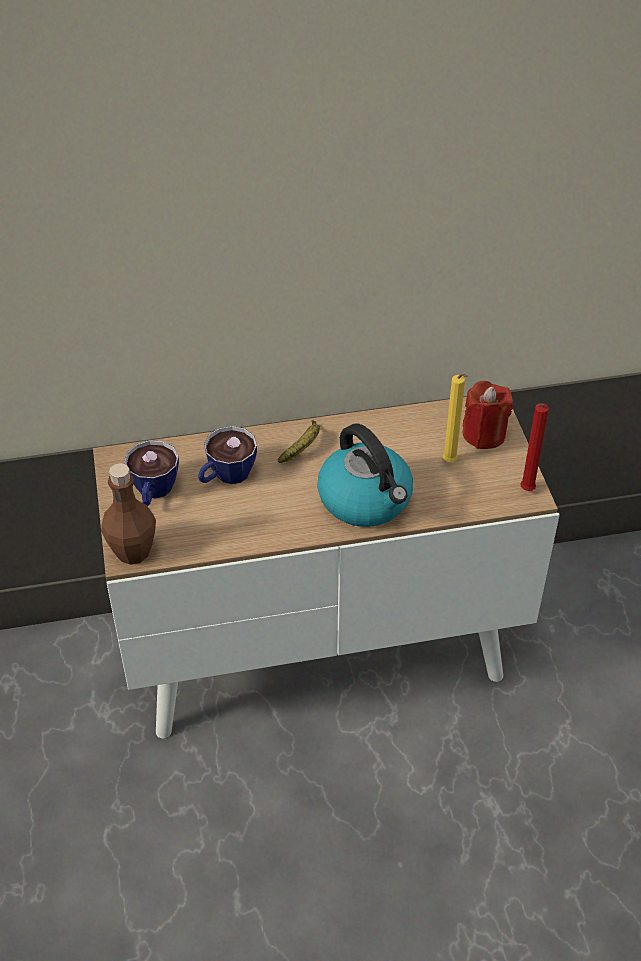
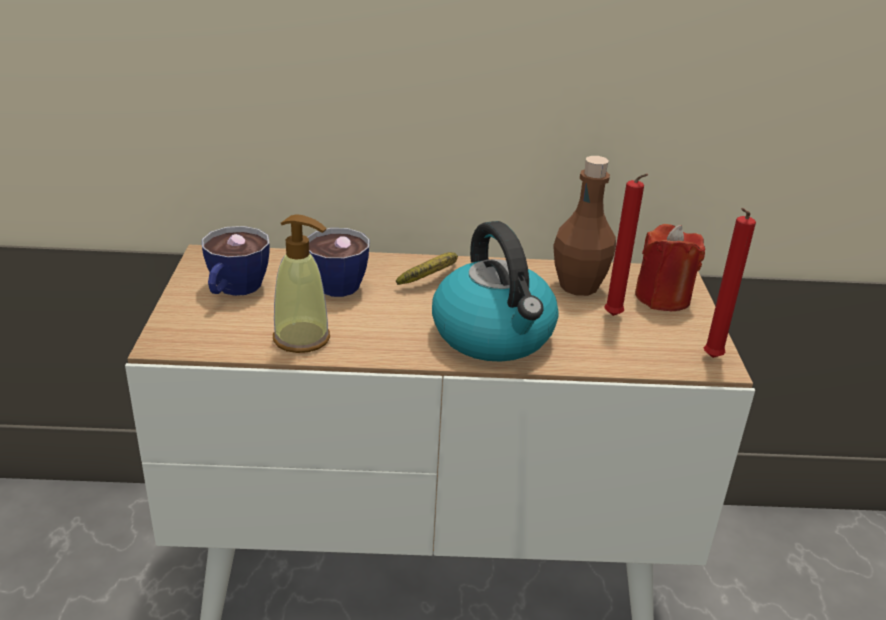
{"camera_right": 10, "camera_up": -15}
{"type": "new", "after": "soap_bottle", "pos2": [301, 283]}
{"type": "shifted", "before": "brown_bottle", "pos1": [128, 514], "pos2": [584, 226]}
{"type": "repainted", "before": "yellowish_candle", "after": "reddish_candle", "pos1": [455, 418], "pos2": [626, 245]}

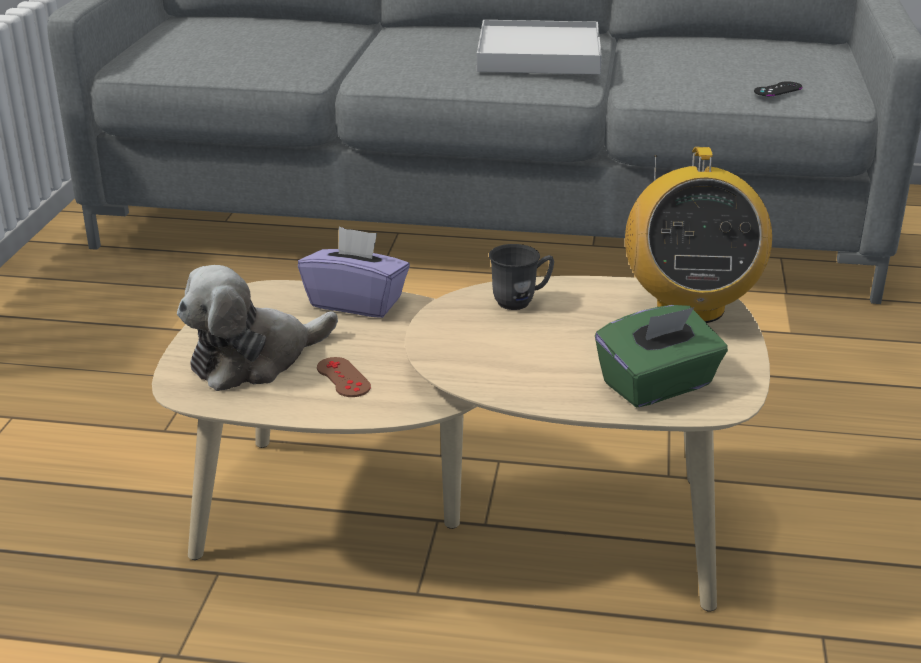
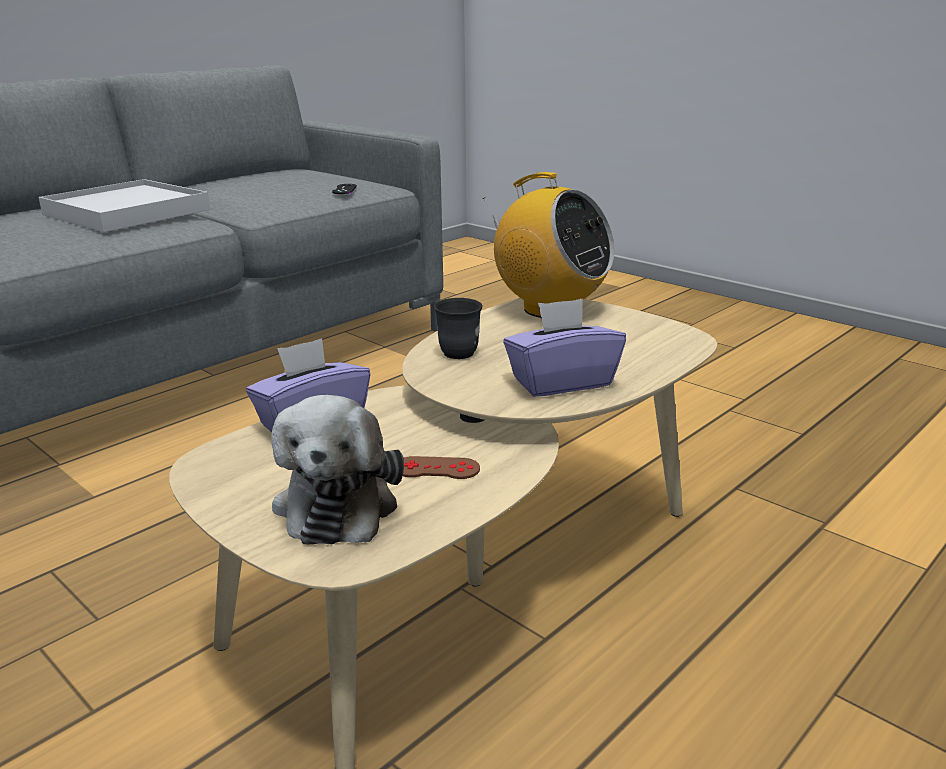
{"camera_right": -55, "camera_up": -5}
{"type": "gone", "before": "greenish_tissue_holder", "pos1": [661, 356]}
{"type": "new", "after": "purplish_tissue_holder", "pos2": [564, 347]}

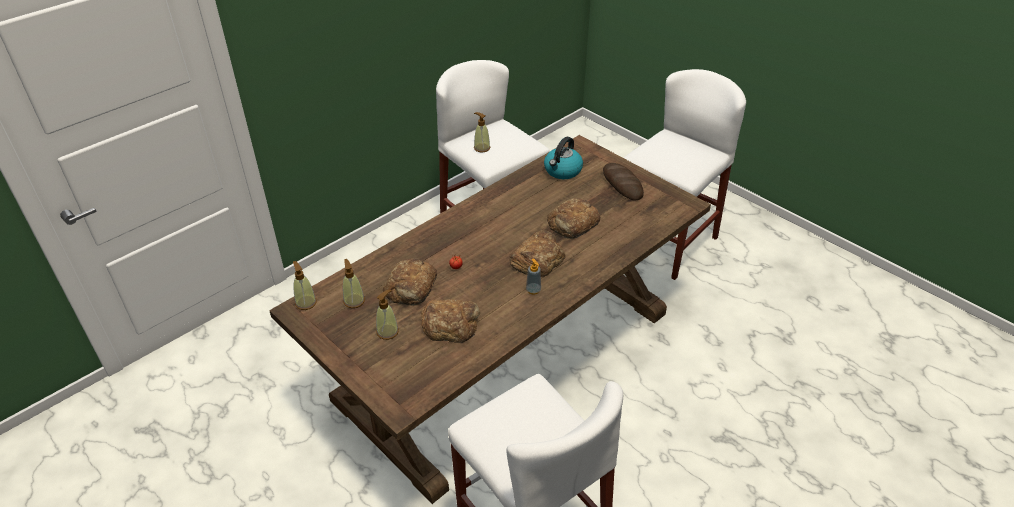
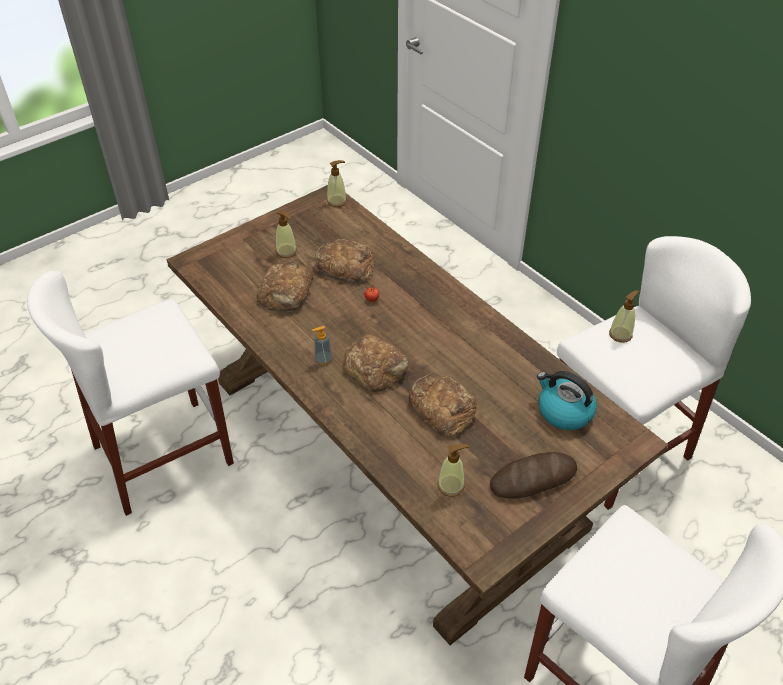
{"camera_right": 95, "camera_up": 5}
{"type": "shifted", "before": "soap_bottle", "pos1": [354, 283], "pos2": [453, 470]}

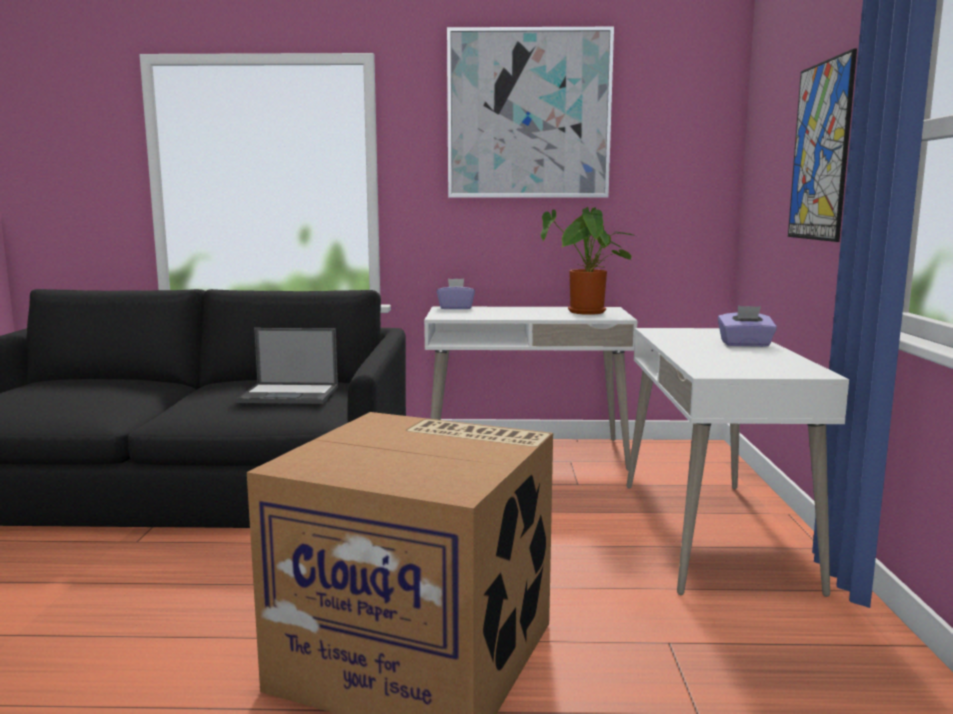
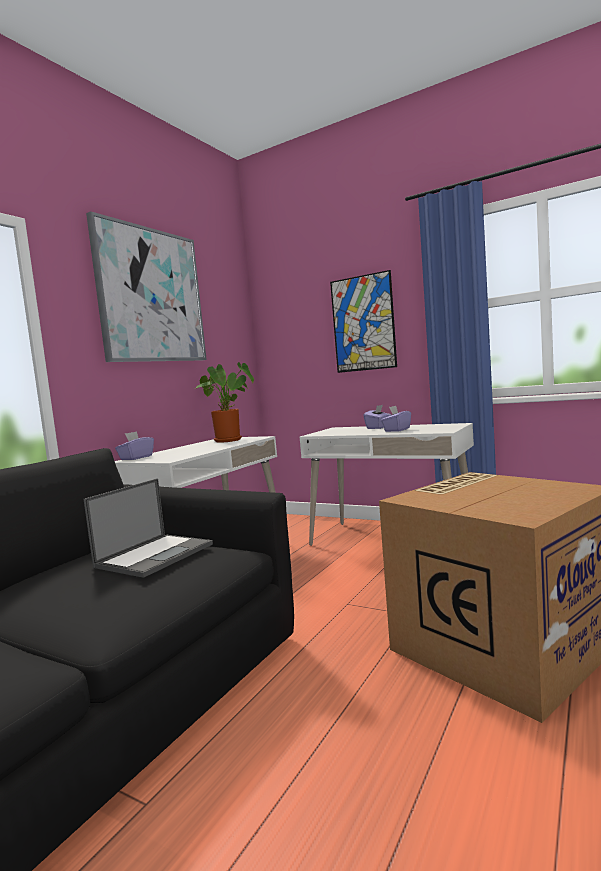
{"camera_right": -60, "camera_up": -5}
{"type": "new", "after": "purplish_tissue_holder", "pos2": [396, 419]}

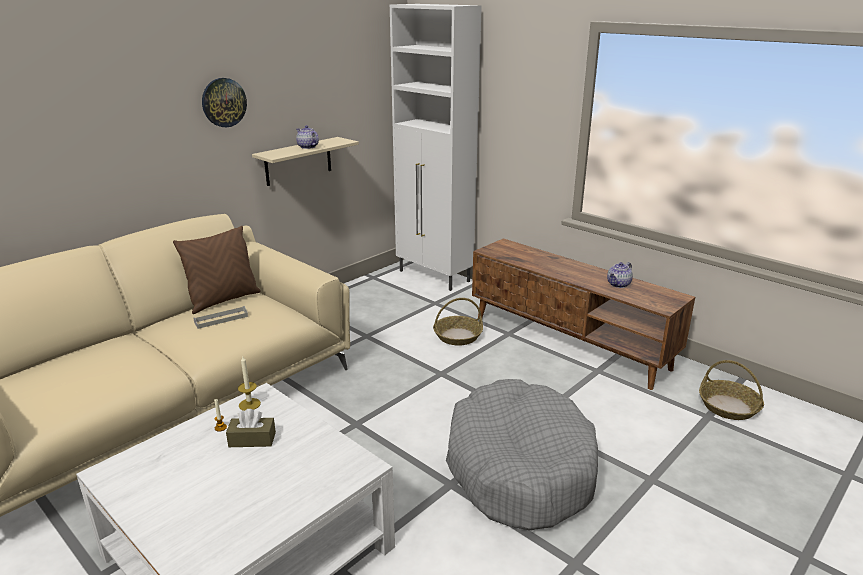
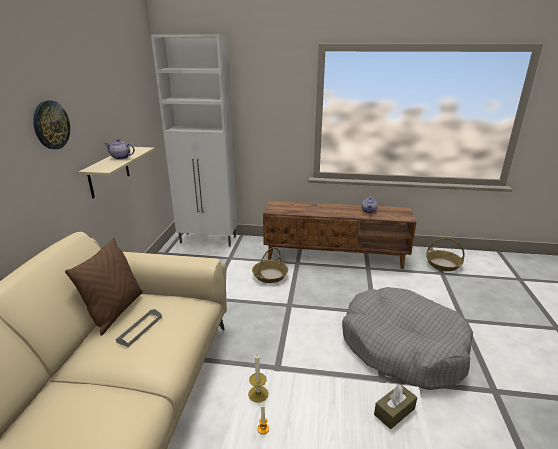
{"camera_right": -35, "camera_up": 0}
{"type": "shifted", "before": "brown_tissue_holder", "pos1": [251, 428], "pos2": [395, 406]}

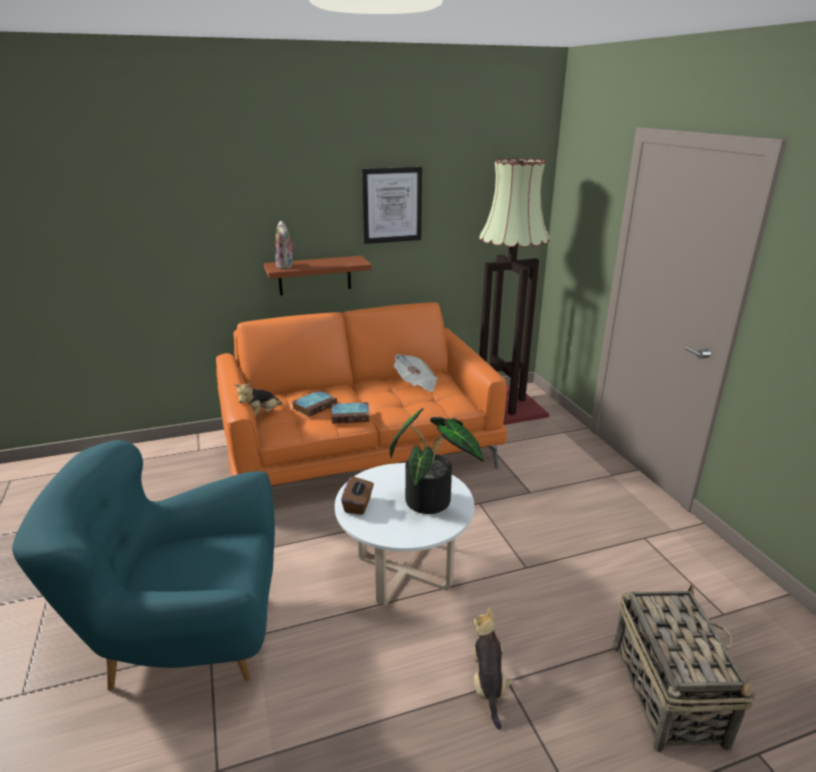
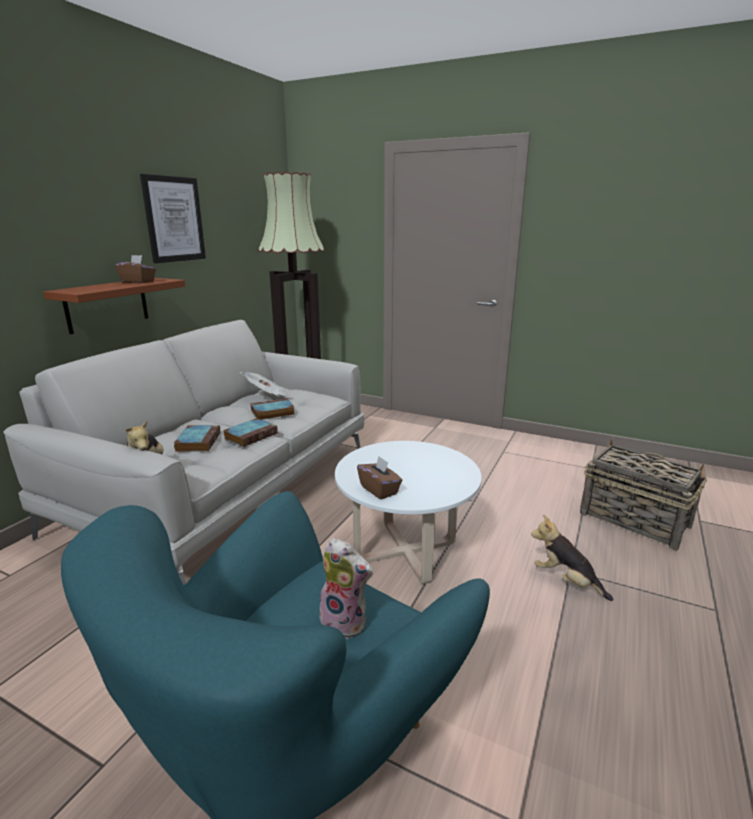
{"camera_right": -45, "camera_up": -5}
{"type": "gone", "before": "plant_in_a_pot", "pos1": [436, 461]}
{"type": "new", "after": "brown_tissue_holder", "pos2": [135, 269]}
{"type": "new", "after": "book", "pos2": [273, 409]}
{"type": "shifted", "before": "soft_toy", "pos1": [285, 245], "pos2": [346, 588]}
{"type": "repainted", "before": "orangey_couch", "after": "grey_couch", "pos1": [361, 394], "pos2": [183, 452]}

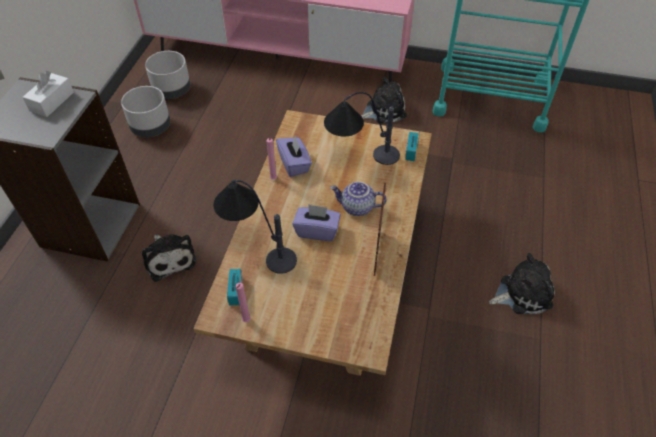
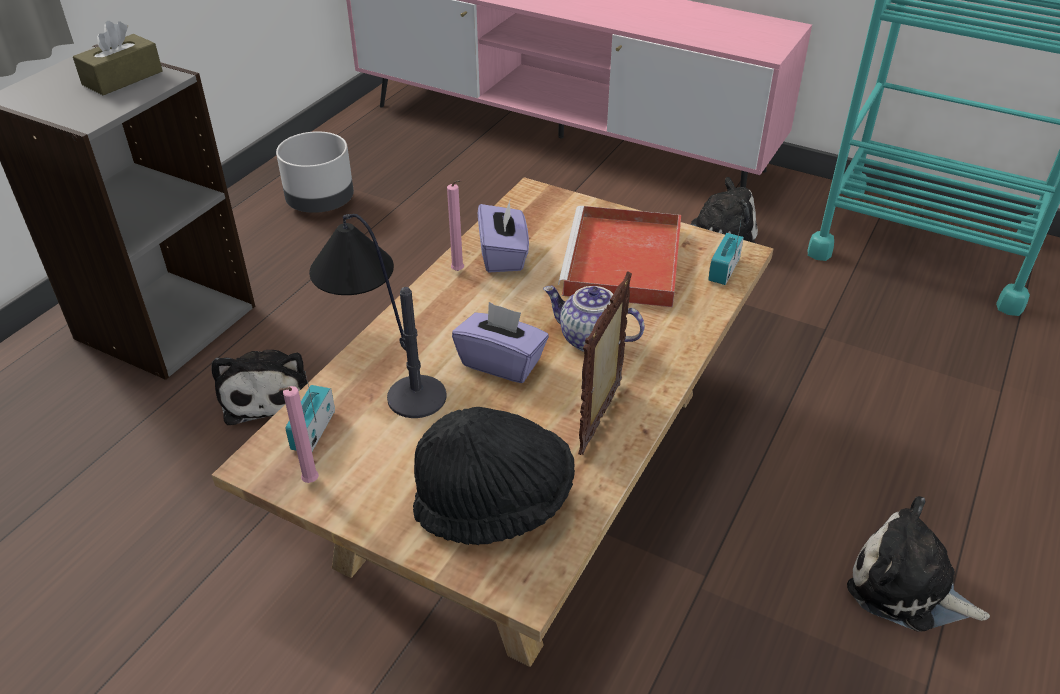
{"camera_right": 15, "camera_up": -10}
{"type": "gone", "before": "grey_flower_pot", "pos1": [168, 75]}
{"type": "new", "after": "black-coloured_wearable_hat", "pos2": [494, 476]}
{"type": "swapped", "before": "lamp_for_a_table", "after": "reddish_serving_tray", "pos1": [362, 128], "pos2": [619, 256]}
{"type": "repainted", "before": "white_tissue_holder", "after": "brown_tissue_holder", "pos1": [48, 94], "pos2": [118, 58]}
{"type": "rotated", "before": "soft_toy", "pos1": [522, 283], "pos2": [918, 564], "turn": -150}

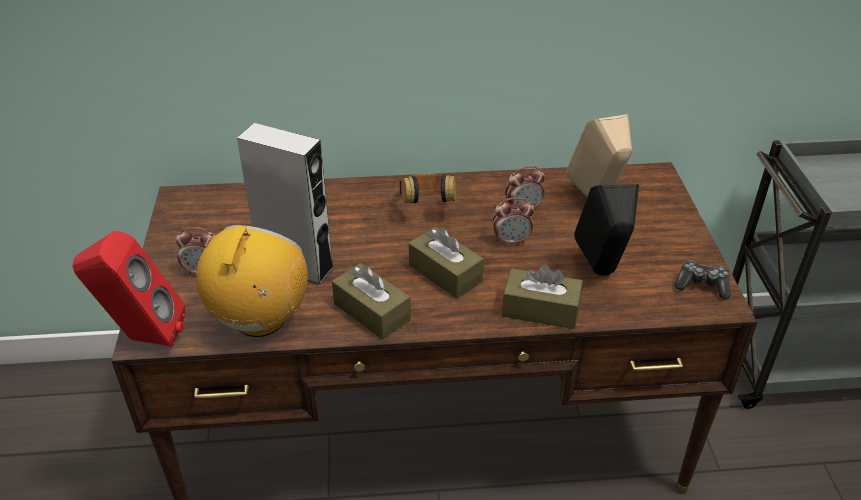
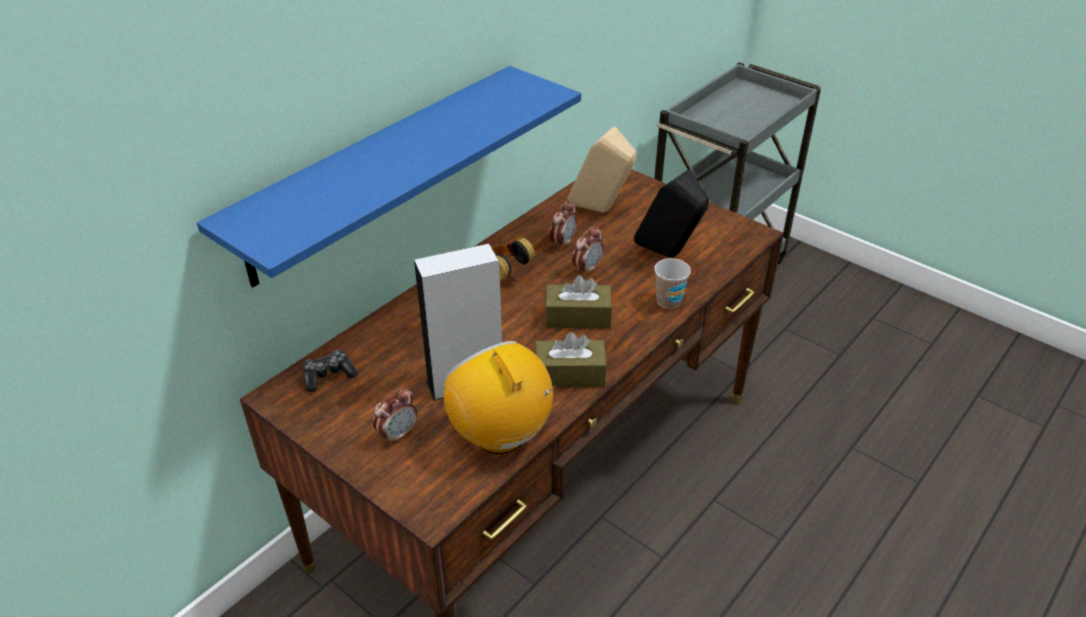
{"camera_right": -45, "camera_up": 0}
{"type": "gone", "before": "reddish_loudspeaker", "pos1": [128, 289]}
{"type": "new", "after": "blue_shelf", "pos2": [389, 176]}
{"type": "shifted", "before": "game_controller", "pos1": [702, 279], "pos2": [330, 371]}
{"type": "swapped", "before": "brown_tissue_holder", "after": "drinking_cup", "pos1": [542, 297], "pos2": [672, 283]}

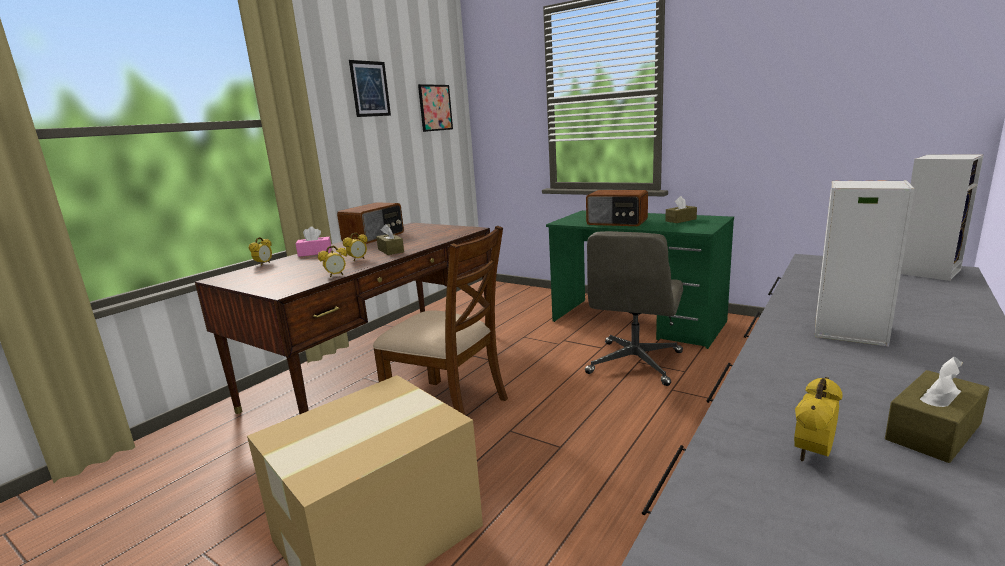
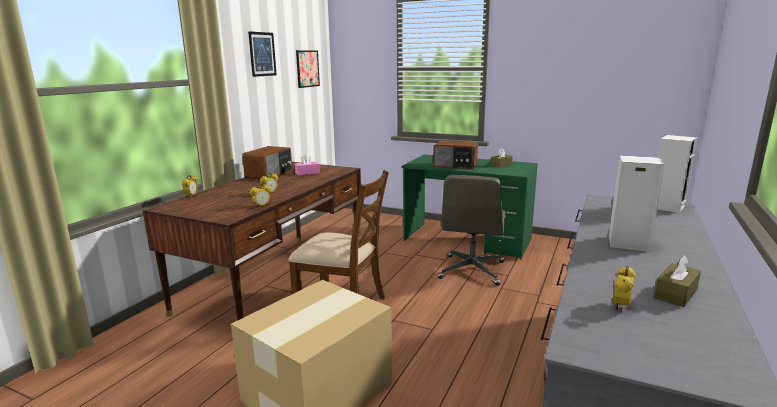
{"camera_right": -10, "camera_up": 0}
{"type": "gone", "before": "brown_tissue_holder", "pos1": [390, 239]}
{"type": "shifted", "before": "pink-coloured_tissue_holder", "pos1": [314, 241], "pos2": [307, 164]}

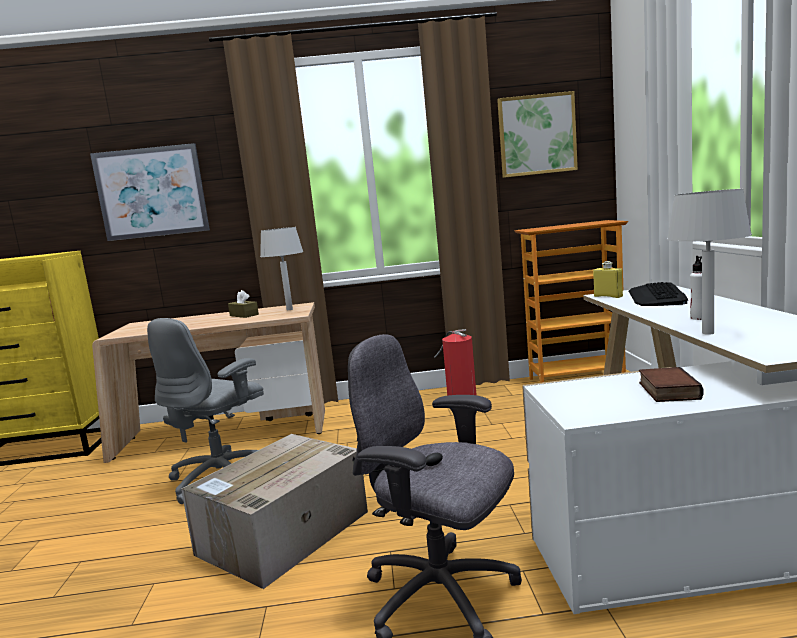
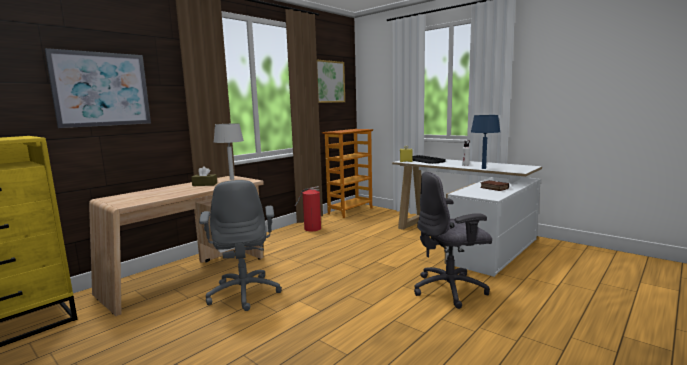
{"camera_right": -45, "camera_up": 0}
{"type": "gone", "before": "carton", "pos1": [274, 511]}
{"type": "repainted", "before": "grey_lamp_for_a_table", "after": "blue_lamp_for_a_table", "pos1": [709, 262], "pos2": [485, 142]}

